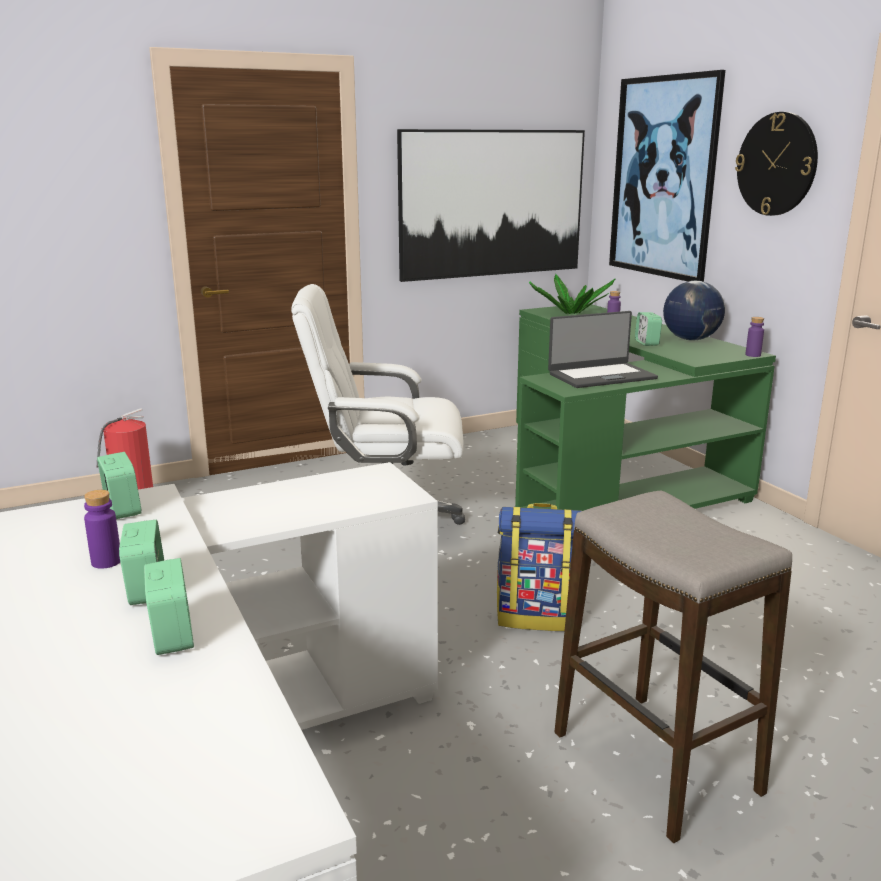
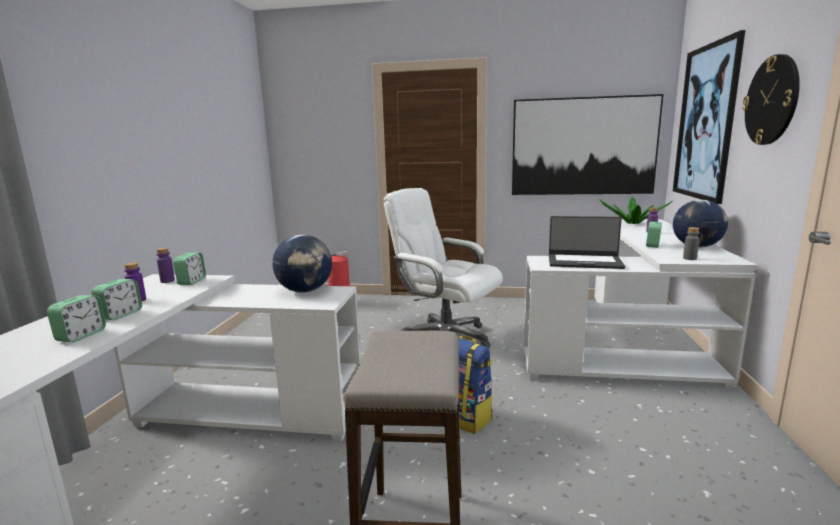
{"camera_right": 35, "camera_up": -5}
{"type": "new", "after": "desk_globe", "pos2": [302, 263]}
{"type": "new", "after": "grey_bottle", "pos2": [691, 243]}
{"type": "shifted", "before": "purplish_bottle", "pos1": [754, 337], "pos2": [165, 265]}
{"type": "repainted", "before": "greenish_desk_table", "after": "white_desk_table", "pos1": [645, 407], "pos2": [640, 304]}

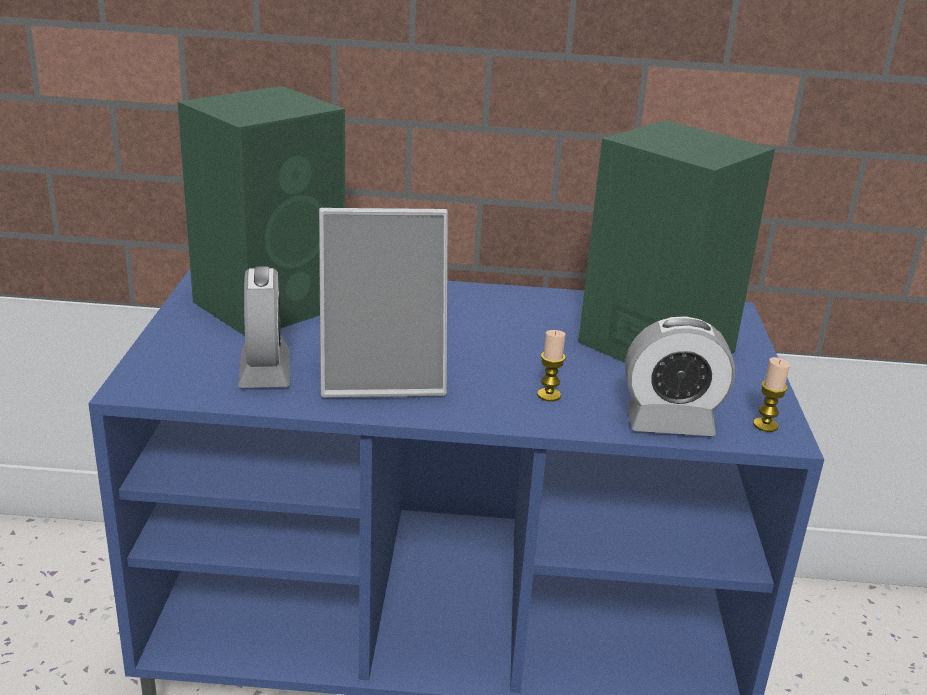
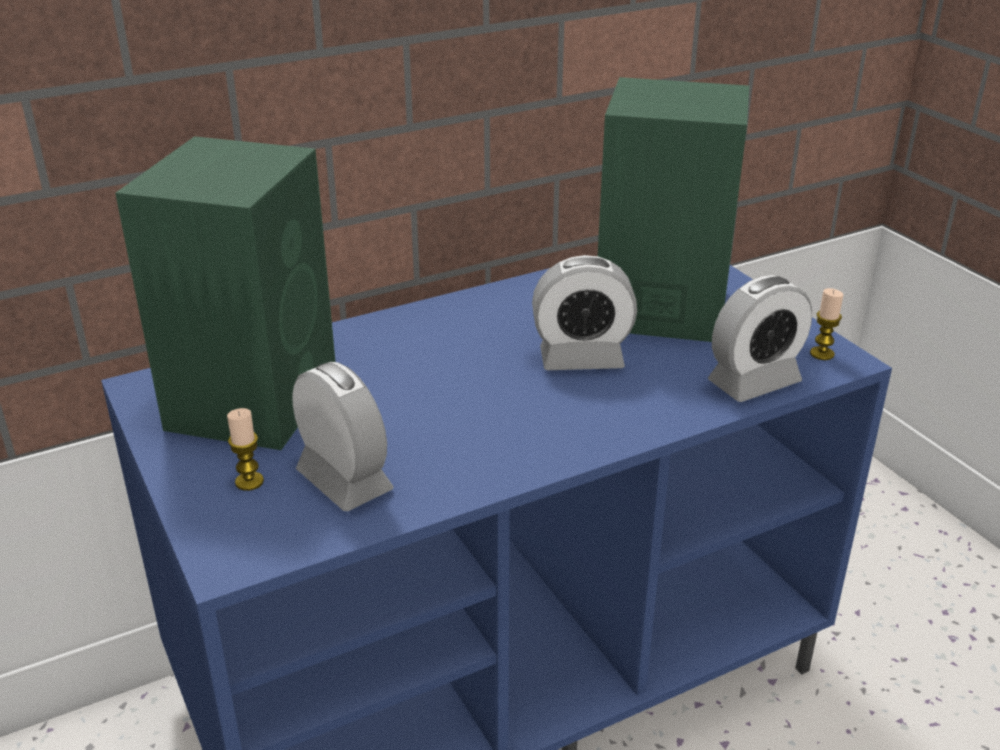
{"camera_right": -30, "camera_up": 5}
{"type": "gone", "before": "photo_frame", "pos1": [383, 303]}
{"type": "new", "after": "bedside_clock", "pos2": [584, 312]}
{"type": "shifted", "before": "candle", "pos1": [551, 366], "pos2": [245, 449]}

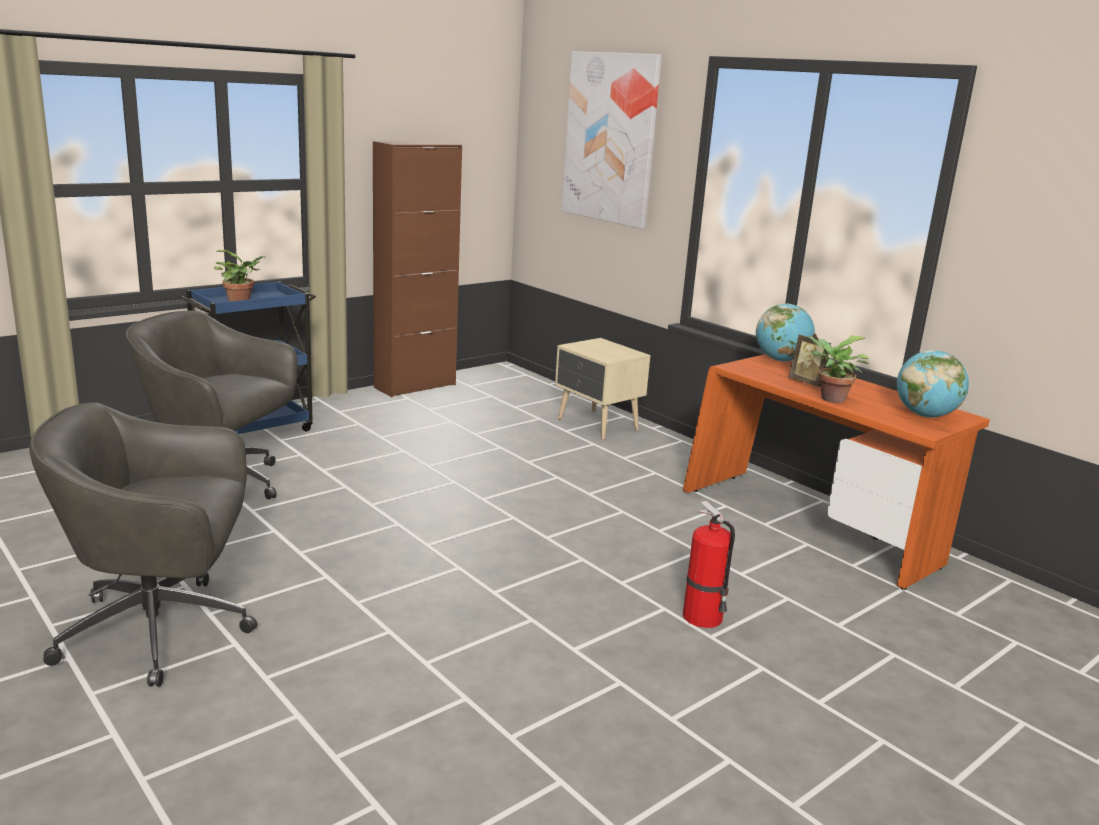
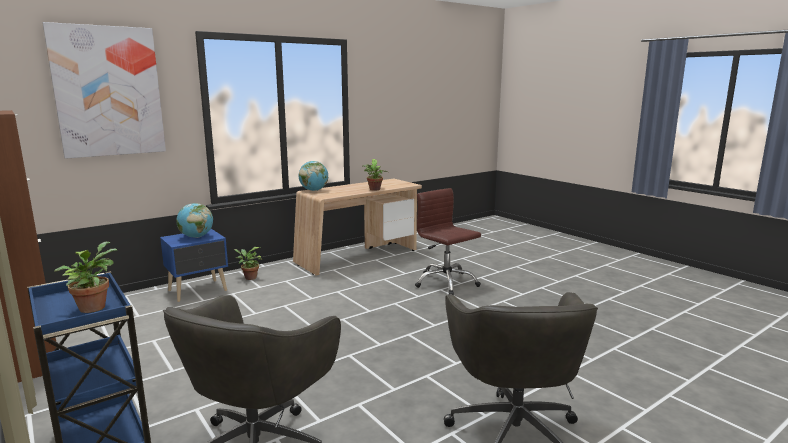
{"camera_right": -85, "camera_up": -5}
{"type": "gone", "before": "photo_frame", "pos1": [810, 360]}
{"type": "new", "after": "plant_in_a_pot", "pos2": [248, 263]}
{"type": "shifted", "before": "desk_globe", "pos1": [933, 384], "pos2": [194, 220]}
{"type": "swapped", "before": "extinguisher", "after": "brown_computer_chair", "pos1": [709, 564], "pos2": [448, 241]}
{"type": "repainted", "before": "beige_nightstand", "after": "blue_nightstand", "pos1": [603, 389], "pos2": [194, 265]}
{"type": "repainted", "before": "orangey_desk_table", "after": "beige_desk_table", "pos1": [836, 472], "pos2": [357, 227]}

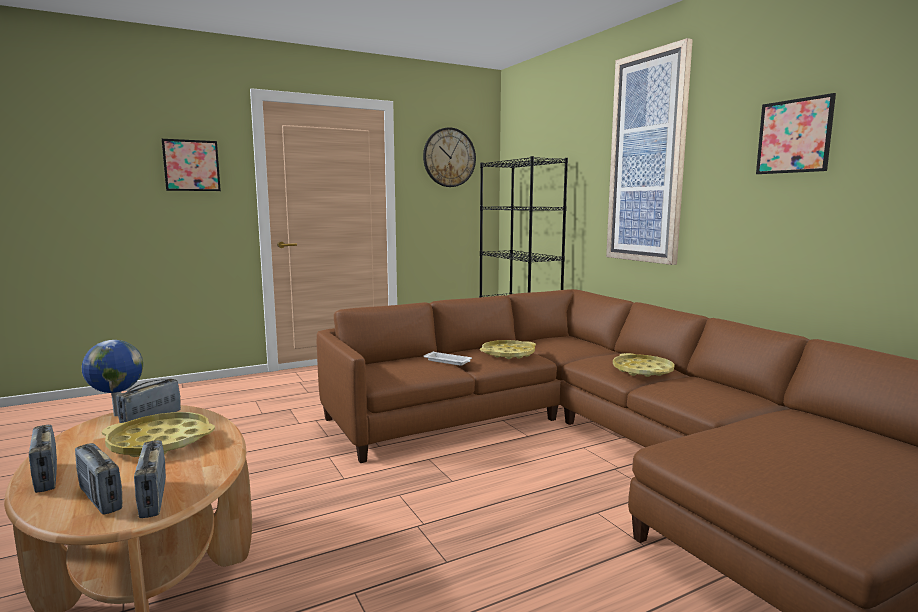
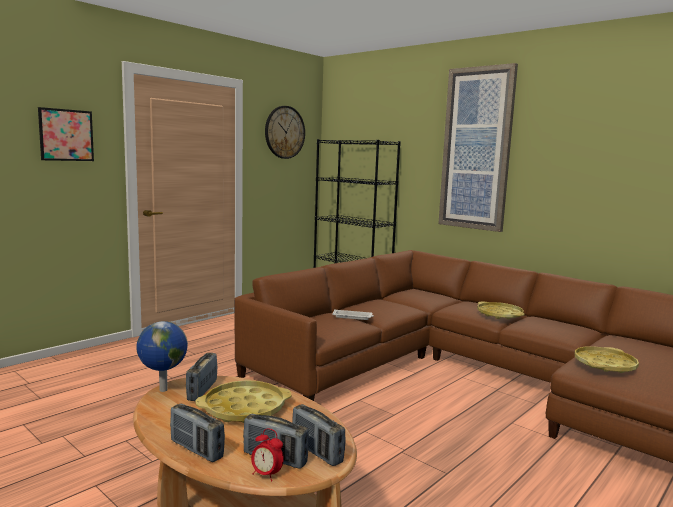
{"camera_right": -20, "camera_up": 0}
{"type": "gone", "before": "wall_art", "pos1": [796, 133]}
{"type": "new", "after": "bedside_clock", "pos2": [267, 455]}
{"type": "shifted", "before": "yellowish_serving_tray", "pos1": [508, 349], "pos2": [607, 359]}

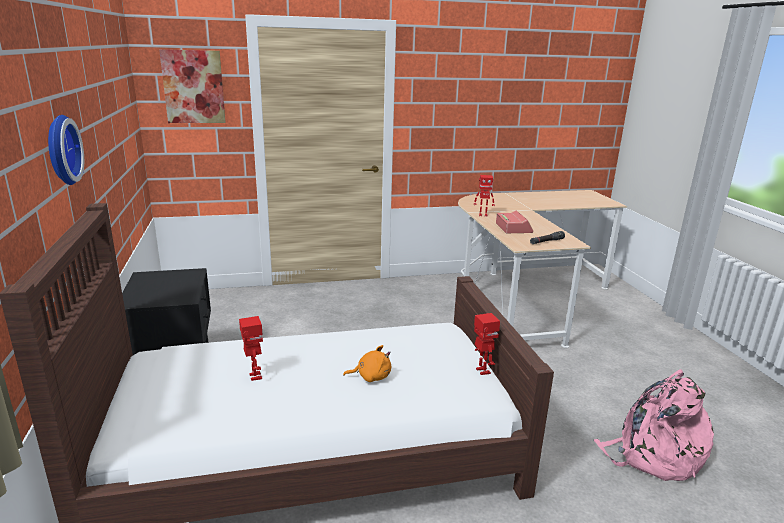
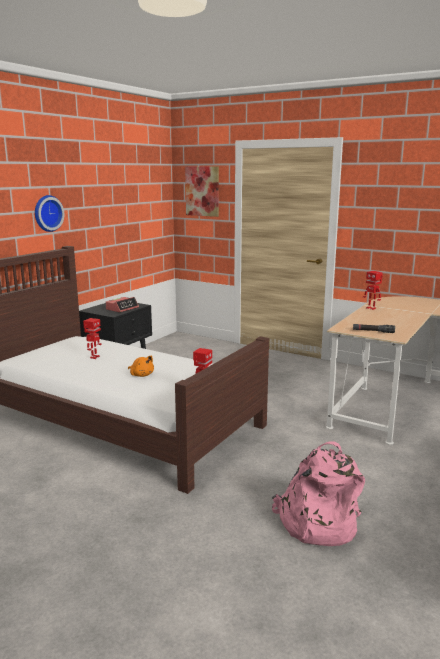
{"camera_right": 45, "camera_up": -5}
{"type": "shifted", "before": "bedside_clock", "pos1": [514, 222], "pos2": [122, 304]}

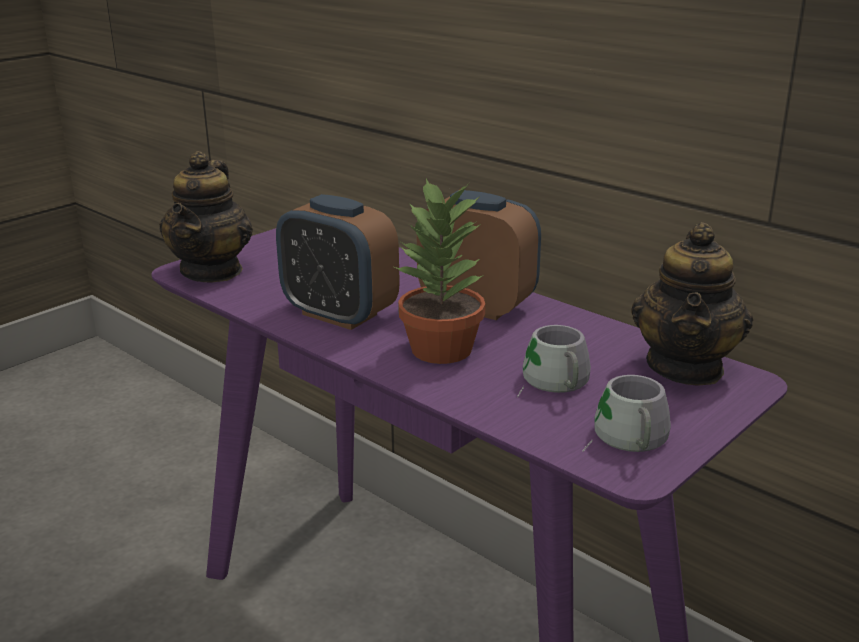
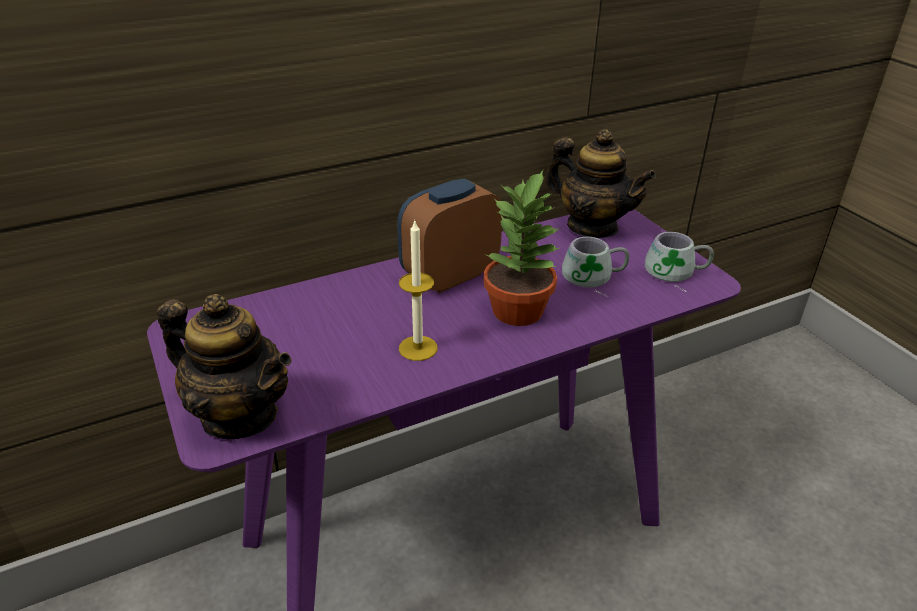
{"camera_right": -70, "camera_up": 10}
{"type": "swapped", "before": "bedside_clock", "after": "candle", "pos1": [338, 262], "pos2": [418, 291]}

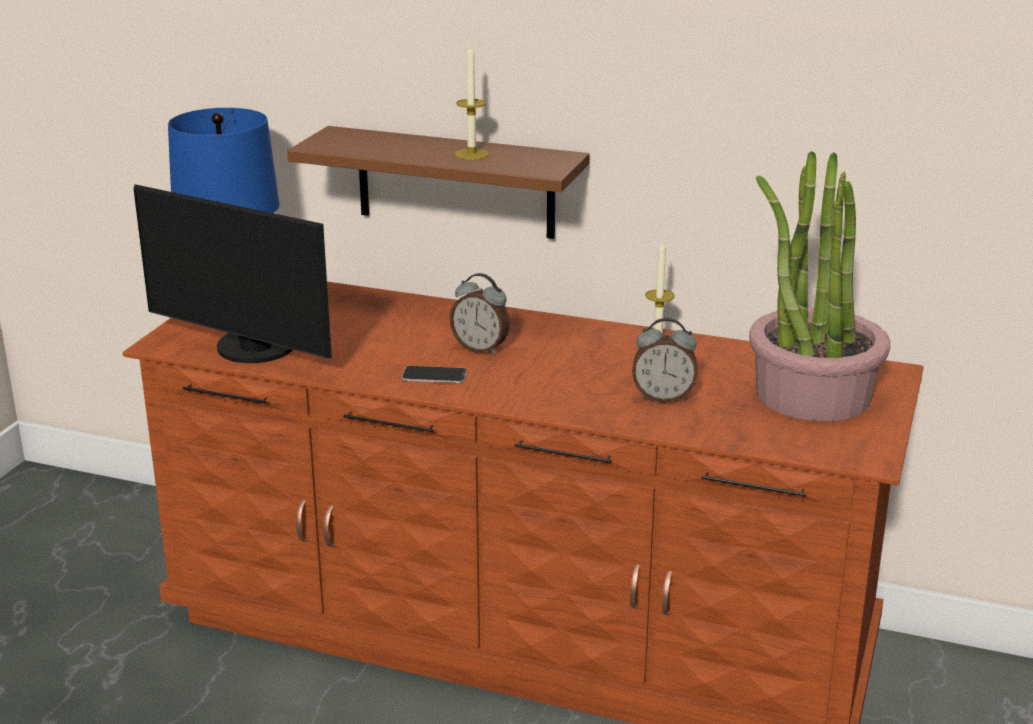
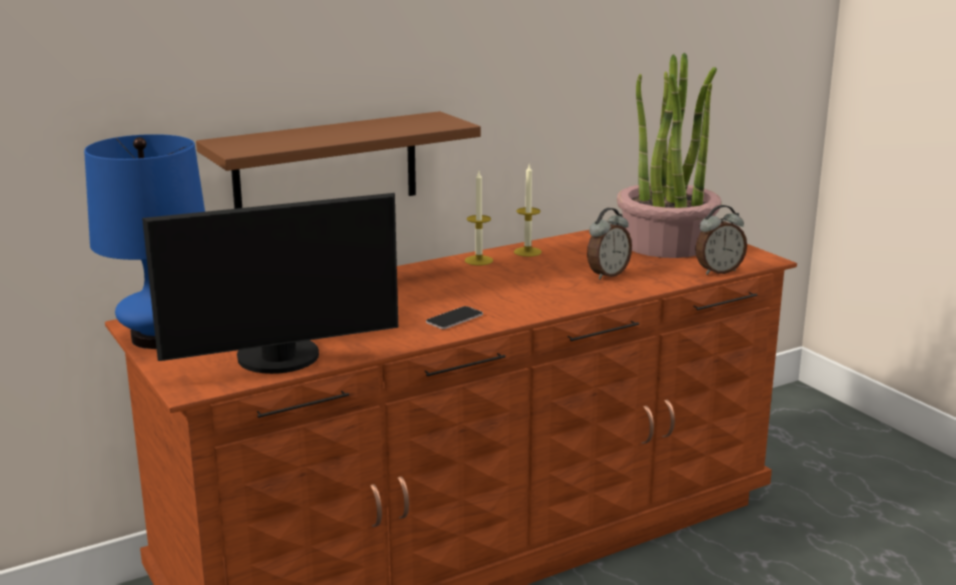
{"camera_right": -50, "camera_up": -5}
{"type": "shifted", "before": "bedside_clock", "pos1": [480, 313], "pos2": [721, 240]}
{"type": "shifted", "before": "candle", "pos1": [472, 101], "pos2": [479, 218]}

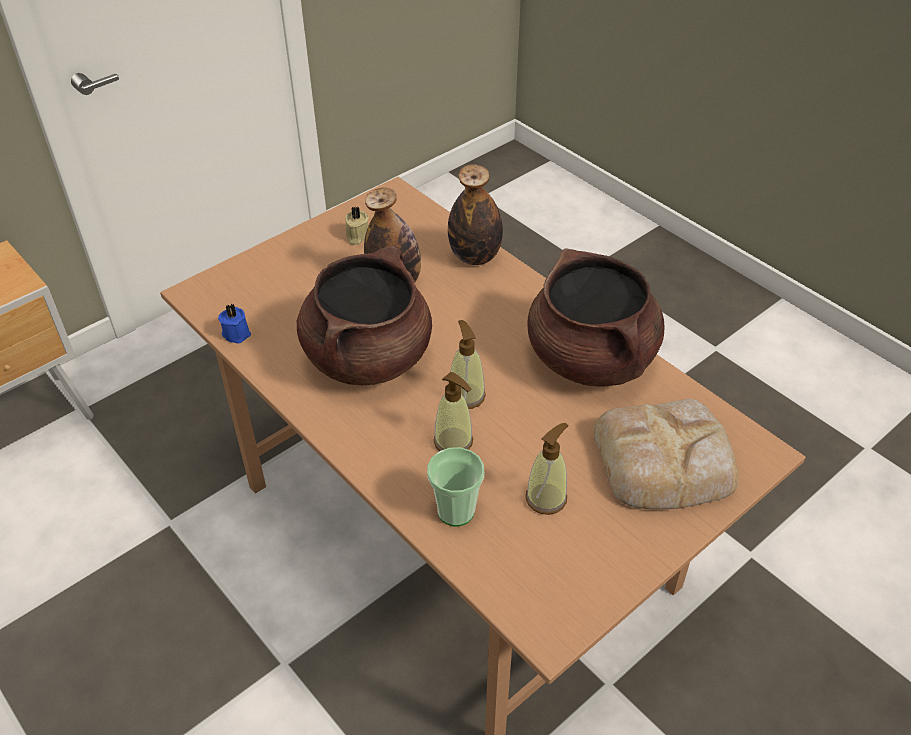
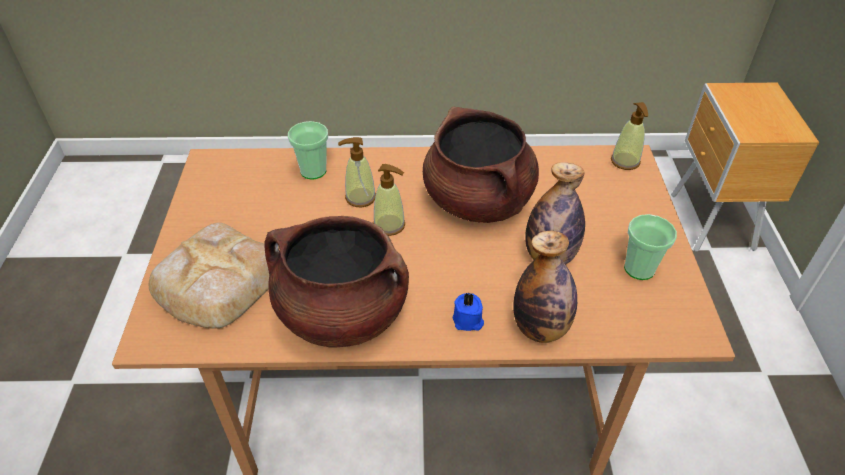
{"camera_right": 130, "camera_up": 0}
{"type": "shifted", "before": "blue_candle", "pos1": [234, 323], "pos2": [468, 312]}
{"type": "shifted", "before": "soap_bottle", "pos1": [546, 469], "pos2": [629, 136]}
{"type": "swapped", "before": "beige_candle", "after": "drinking_cup", "pos1": [357, 225], "pos2": [650, 247]}

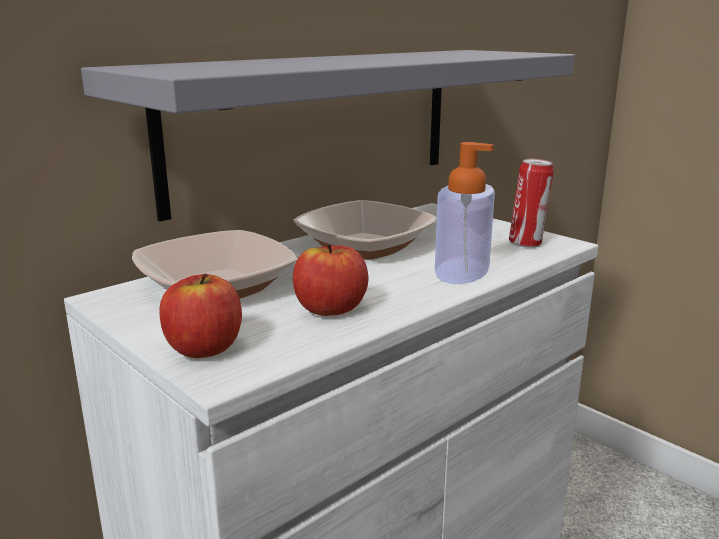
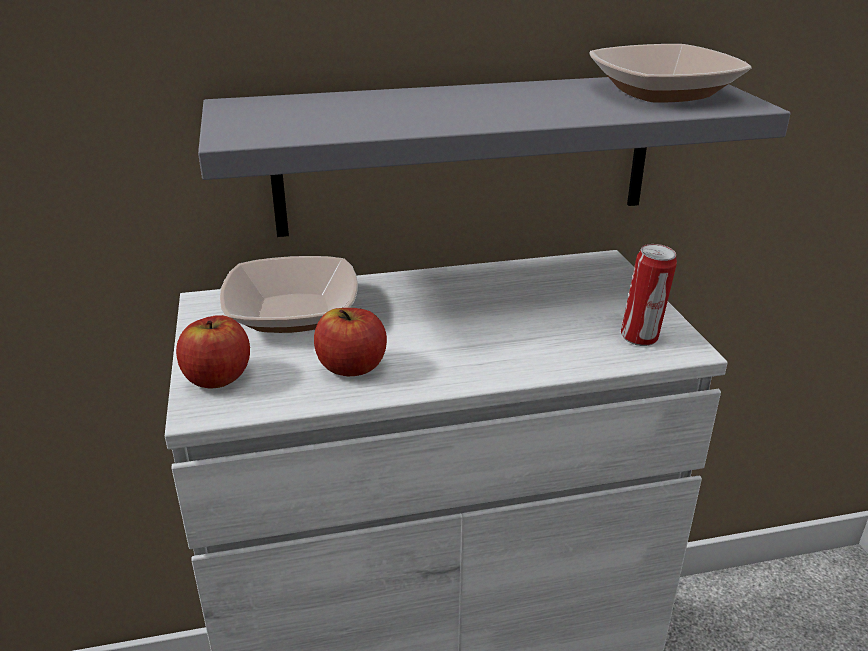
{"camera_right": 30, "camera_up": 10}
{"type": "gone", "before": "soap_bottle", "pos1": [465, 213]}
{"type": "shifted", "before": "bowl", "pos1": [365, 230], "pos2": [670, 73]}

